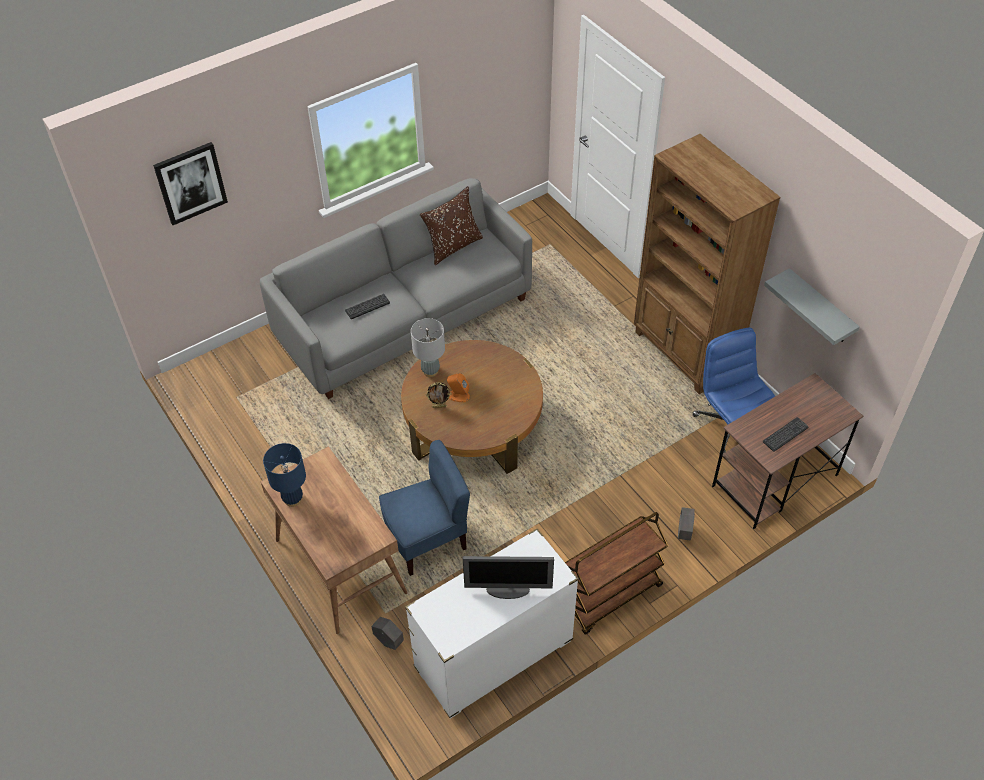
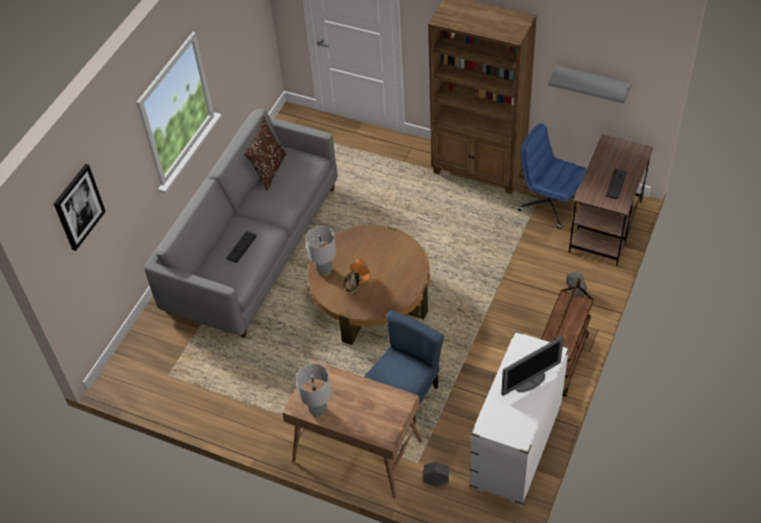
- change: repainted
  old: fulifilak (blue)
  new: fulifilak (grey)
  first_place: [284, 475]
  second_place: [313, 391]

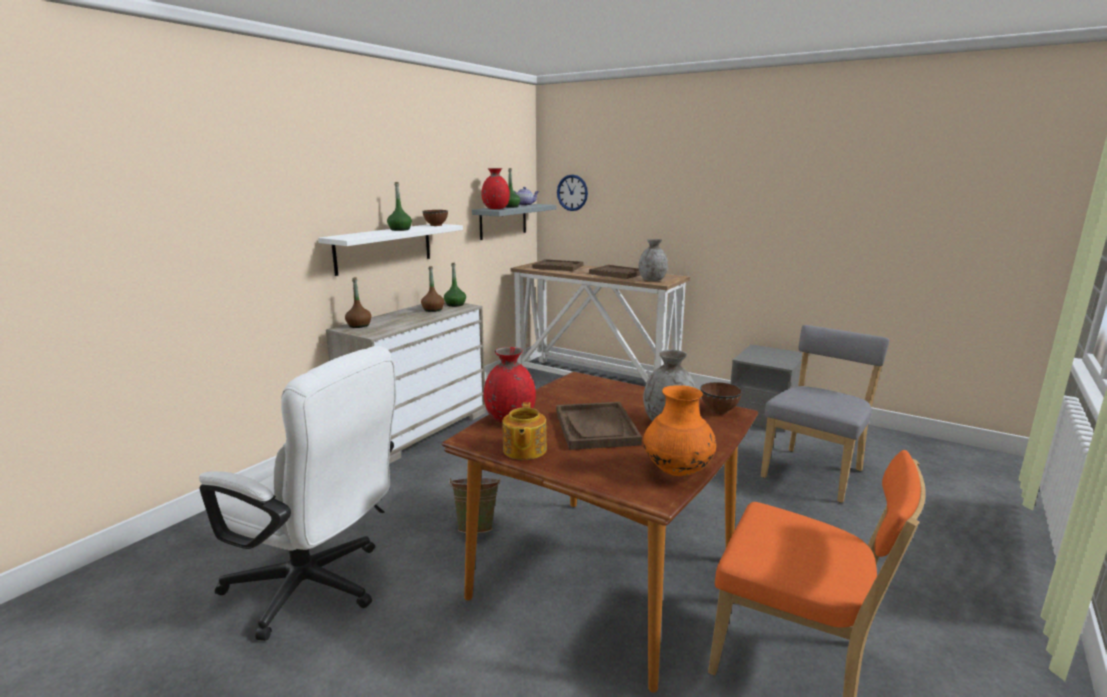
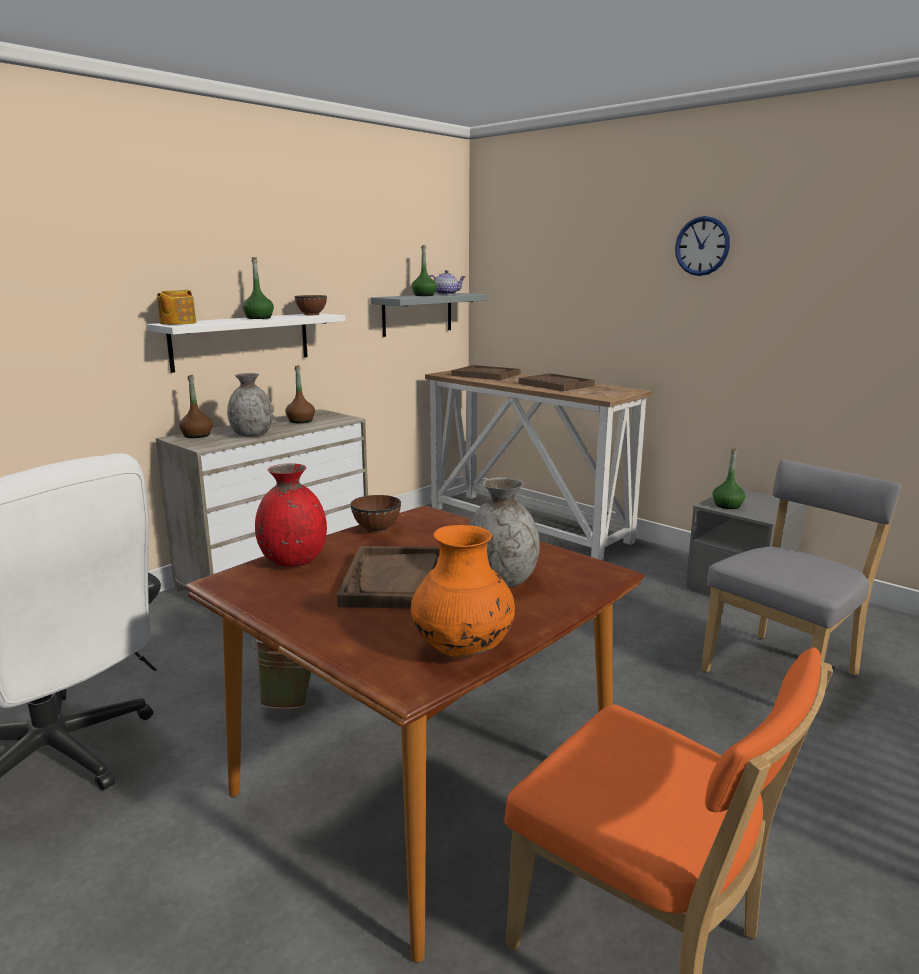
- change: shifted
  old: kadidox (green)
  first_place: [455, 284]
  second_place: [729, 478]
- change: gone
  old: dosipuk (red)
  first_place: [495, 188]
- change: shifted
  old: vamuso
  first_place: [524, 431]
  second_place: [176, 307]
- change: shifted
  old: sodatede
  first_place: [572, 192]
  second_place: [702, 246]
- change: shifted
  old: dosipuk (grey)
  first_place: [653, 260]
  second_place: [250, 405]
- change: shifted
  old: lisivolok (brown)
  first_place: [721, 398]
  second_place: [375, 514]

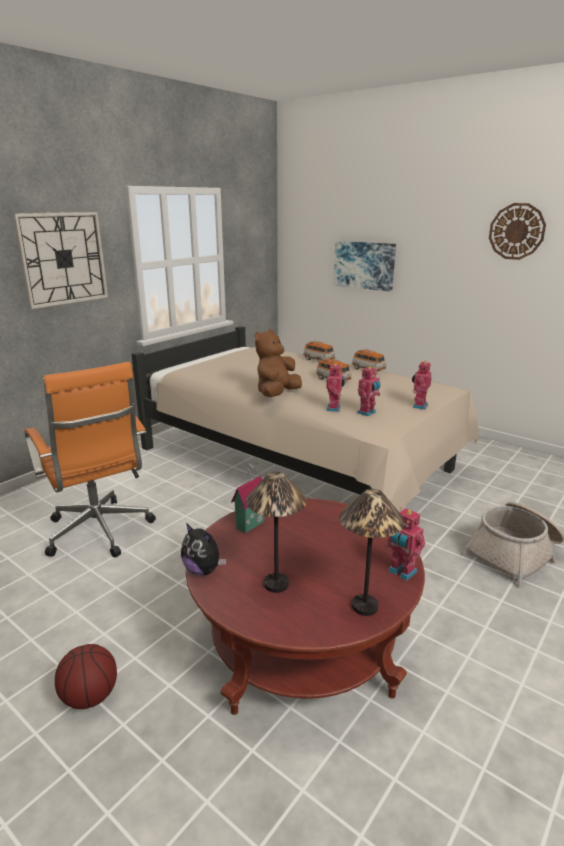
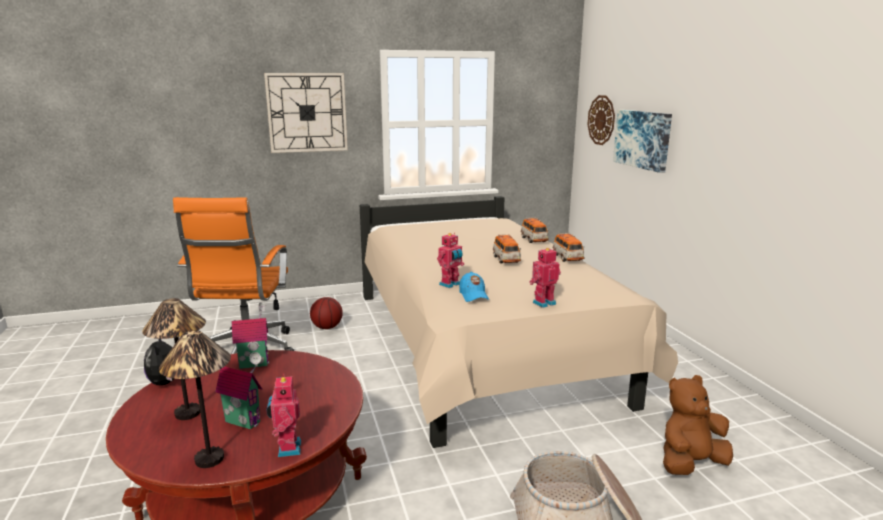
- change: shifted
  old: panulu
  first_place: [86, 676]
  second_place: [326, 313]
- change: shifted
  old: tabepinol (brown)
  first_place: [278, 363]
  second_place: [698, 425]
- change: swapped
  old: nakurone
  new: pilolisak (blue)
  first_place: [369, 391]
  second_place: [474, 287]
- change: shifted
  old: sodatede
  first_place: [517, 231]
  second_place: [601, 120]
- change: new
  new: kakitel
  second_place: [238, 390]

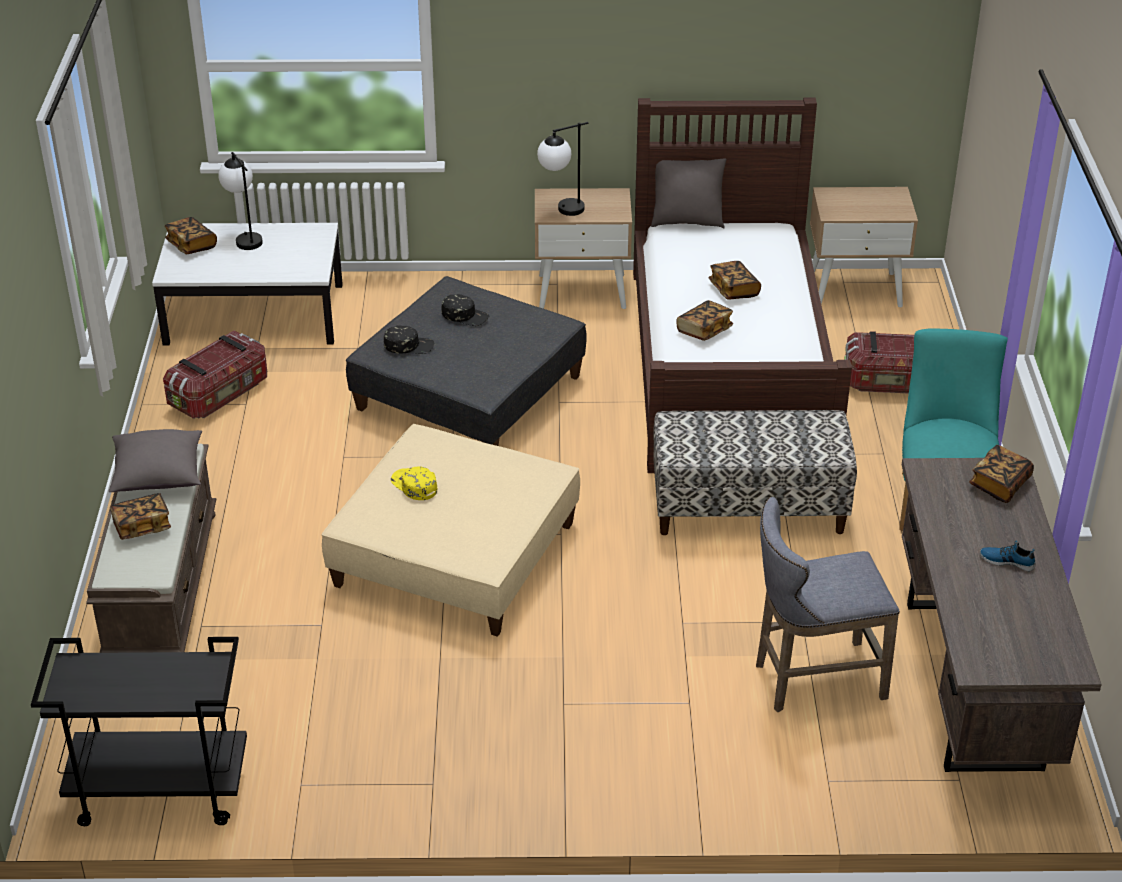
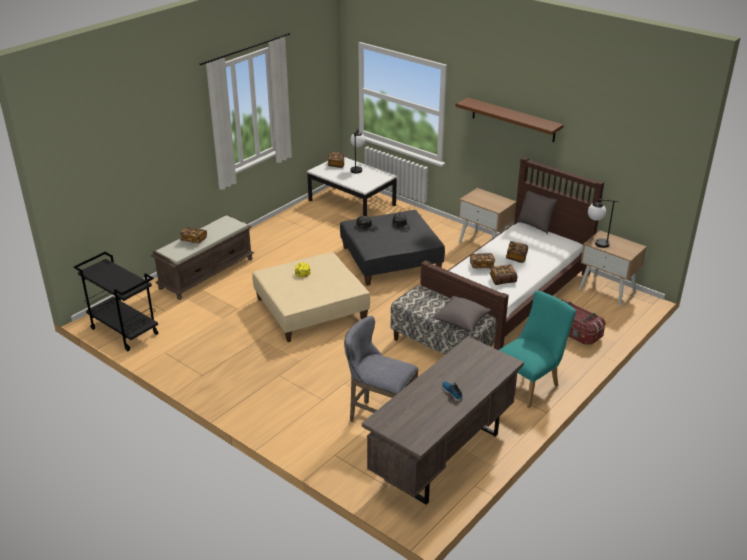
- change: shifted
  old: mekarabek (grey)
  first_place: [155, 460]
  second_place: [461, 314]
- change: gone
  old: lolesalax
  first_place: [215, 375]
- change: shifted
  old: fulifilak
  first_place: [562, 169]
  second_place: [603, 223]
- change: shifted
  old: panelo
  first_place: [1001, 474]
  second_place: [504, 274]
- change: new
  new: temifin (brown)
  second_place: [509, 120]

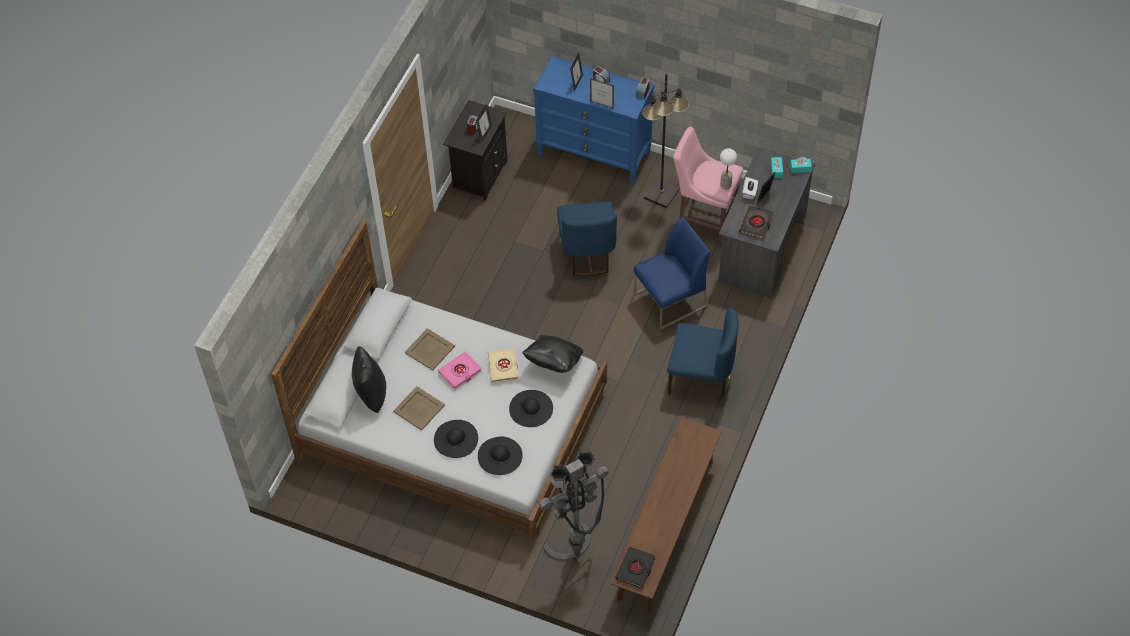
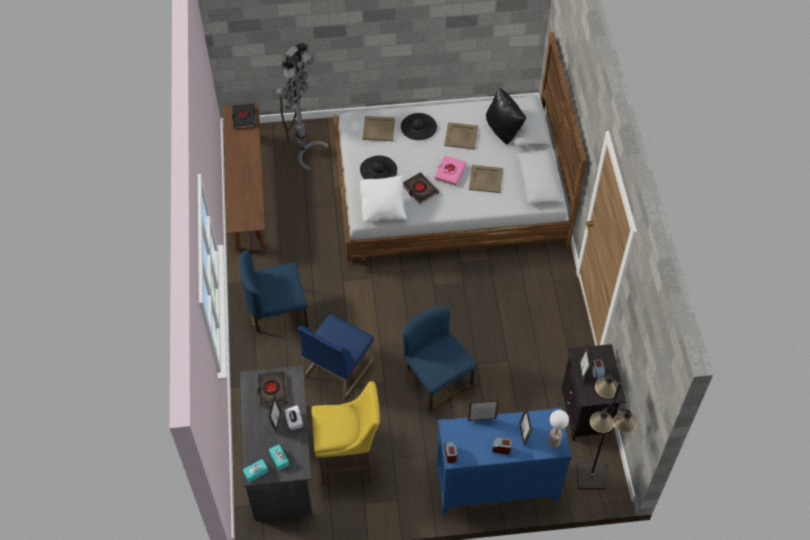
- change: swapped
  old: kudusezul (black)
  new: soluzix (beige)
  first_place: [500, 456]
  second_place: [378, 128]
- change: repainted
  old: panelo (beige)
  new: panelo (black)
  first_place: [503, 366]
  second_place: [421, 188]
- change: repainted
  old: mekarabek (black)
  new: mekarabek (white)
  first_place: [552, 354]
  second_place: [383, 198]
- change: shifted
  old: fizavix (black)
  first_place: [665, 140]
  second_place: [606, 431]
- change: repainted
  old: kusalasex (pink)
  new: kusalasex (yellow)
  first_place: [708, 186]
  second_place: [345, 433]
- change: shifted
  old: fulifilak
  first_place: [728, 168]
  second_place: [558, 429]

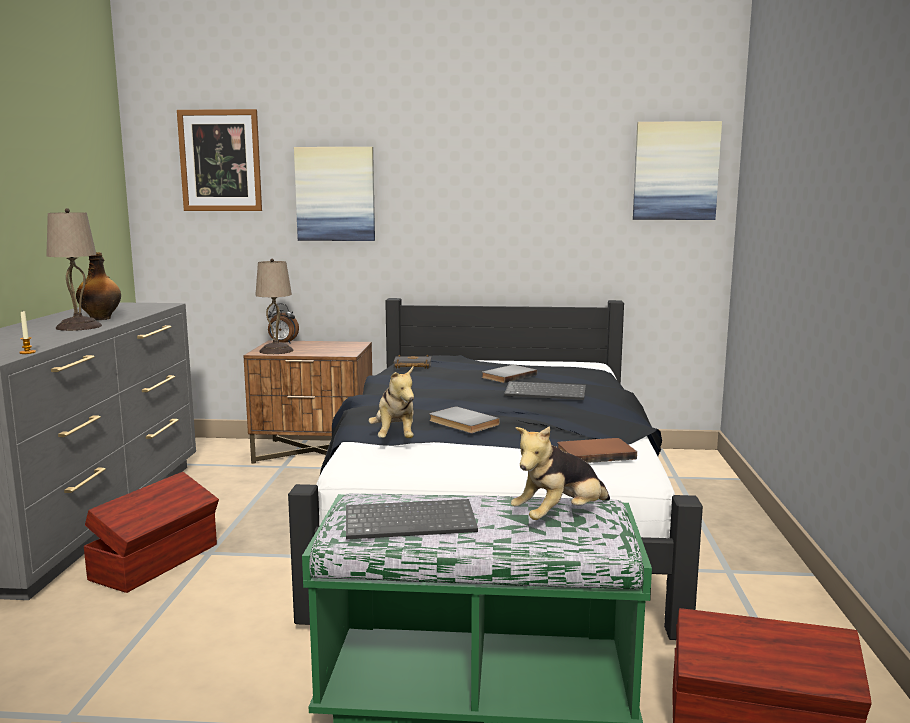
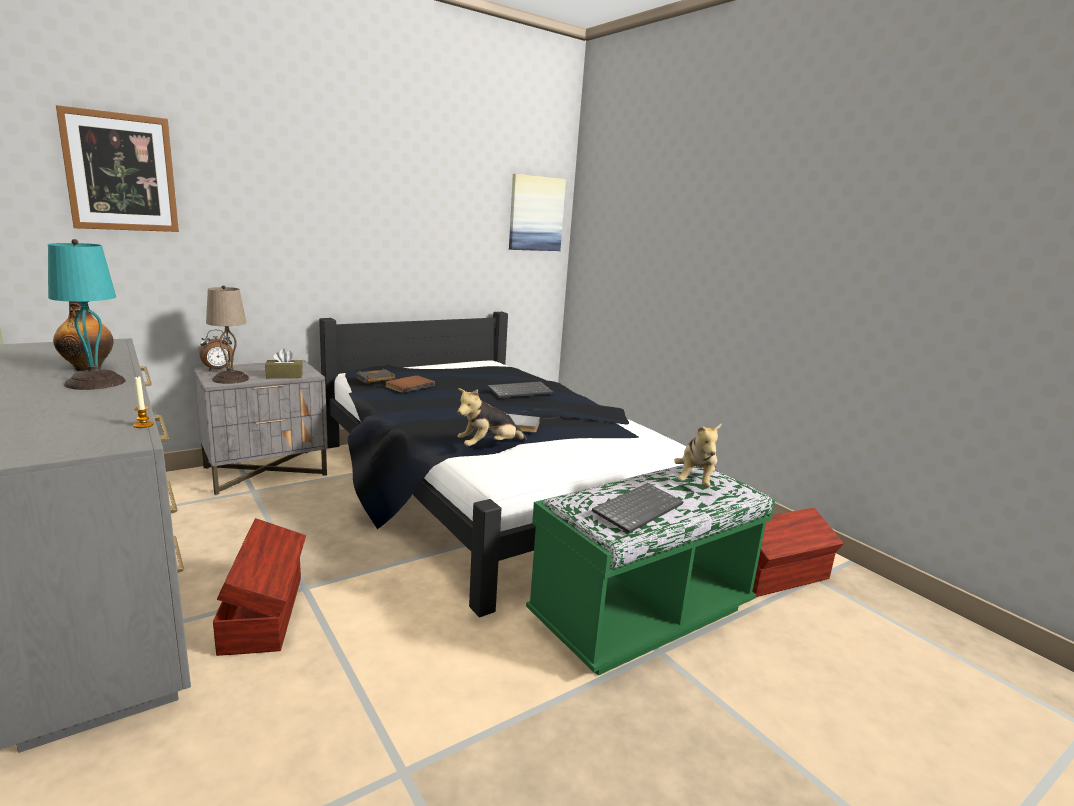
- change: repainted
  old: fulifilak (beige)
  new: fulifilak (turquoise)
  first_place: [74, 269]
  second_place: [87, 314]
- change: repainted
  old: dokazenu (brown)
  new: dokazenu (grey)
  first_place: [307, 402]
  second_place: [260, 427]
- change: gone
  old: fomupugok
  first_place: [334, 194]
- change: rotated
  old: tabepinol
  first_place: [391, 402]
  second_place: [492, 417]
  degrees: 105
- change: gone
  old: panelo (grey)
  first_place: [509, 374]
- change: shifted
  old: panelo (brown)
  first_place: [597, 450]
  second_place: [410, 384]
- change: new
  new: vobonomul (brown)
  second_place: [284, 363]

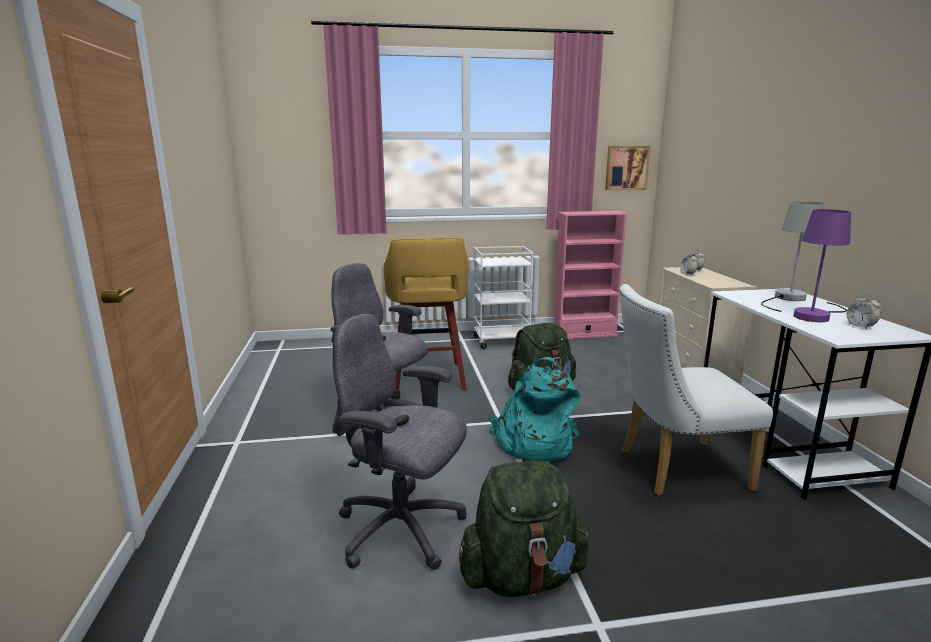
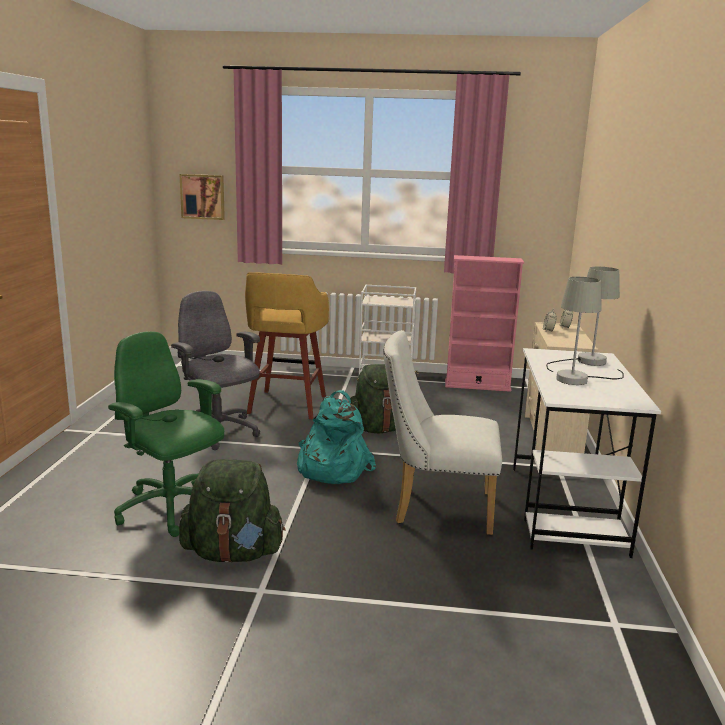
- change: repainted
  old: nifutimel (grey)
  new: nifutimel (green)
  first_place: [399, 442]
  second_place: [166, 434]
- change: shifted
  old: fomupugok
  first_place: [628, 168]
  second_place: [202, 197]
- change: repainted
  old: fulifilak (purple)
  new: fulifilak (grey)
  first_place: [822, 265]
  second_place: [590, 331]
- change: gone
  old: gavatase
  first_place: [863, 311]

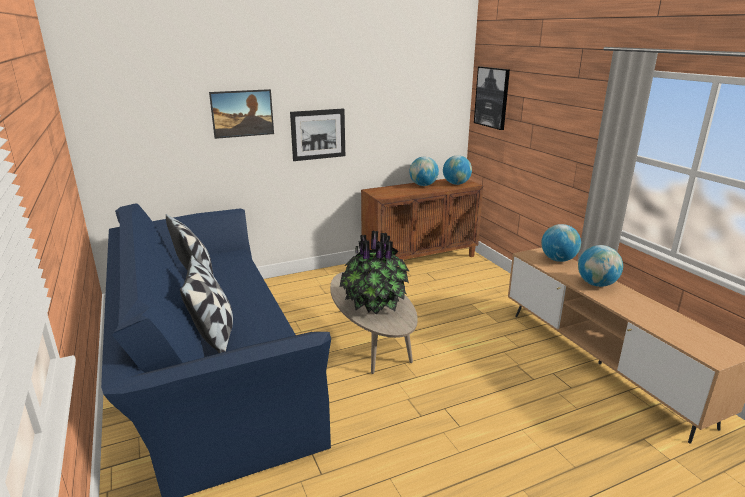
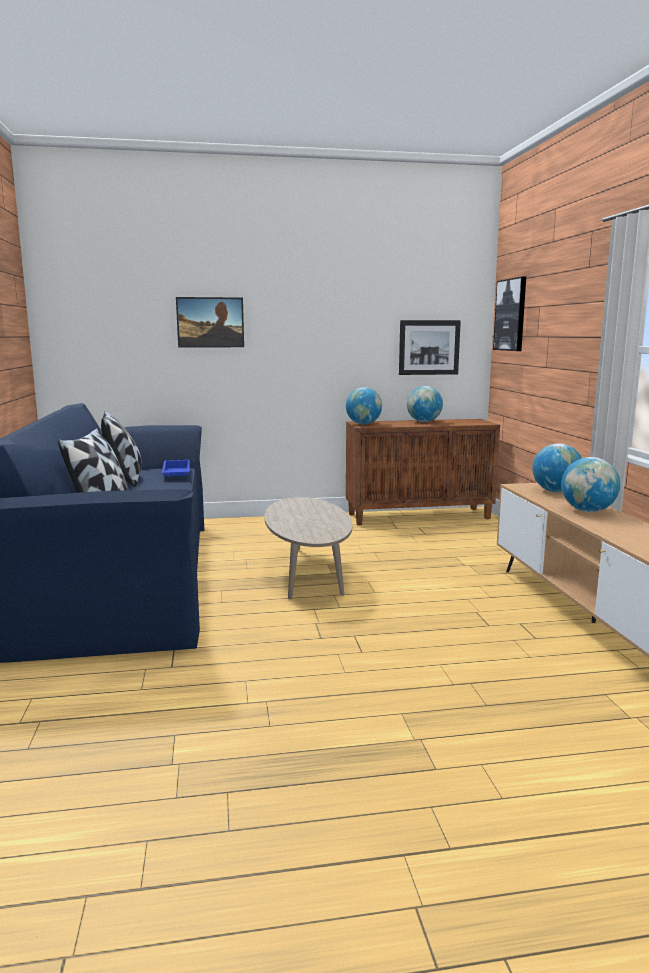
- change: shifted
  old: fomupugok
  first_place: [317, 134]
  second_place: [430, 347]
- change: gone
  old: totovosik
  first_place: [375, 272]
- change: shifted
  old: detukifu
  first_place: [457, 170]
  second_place: [364, 405]
- change: new
  new: soluzix (blue)
  second_place: [175, 468]

